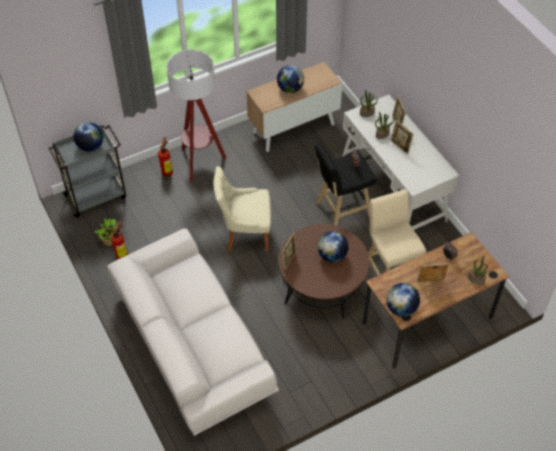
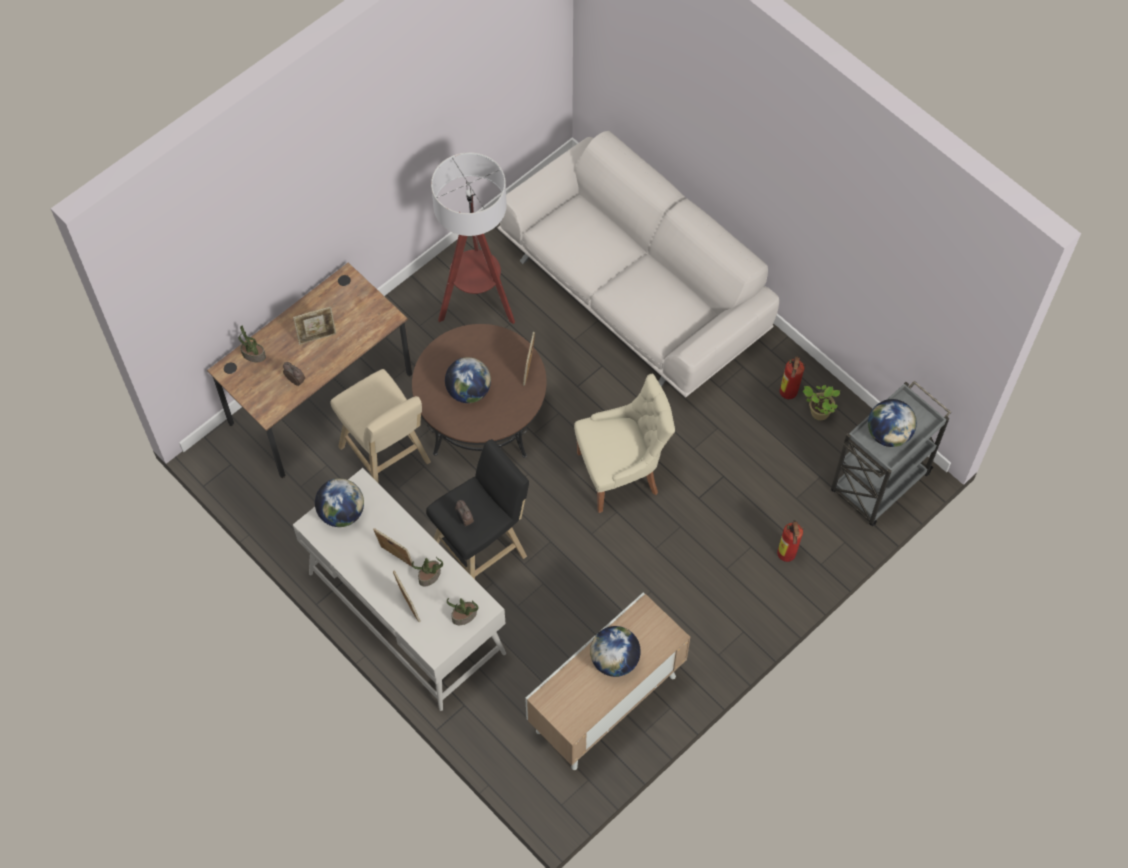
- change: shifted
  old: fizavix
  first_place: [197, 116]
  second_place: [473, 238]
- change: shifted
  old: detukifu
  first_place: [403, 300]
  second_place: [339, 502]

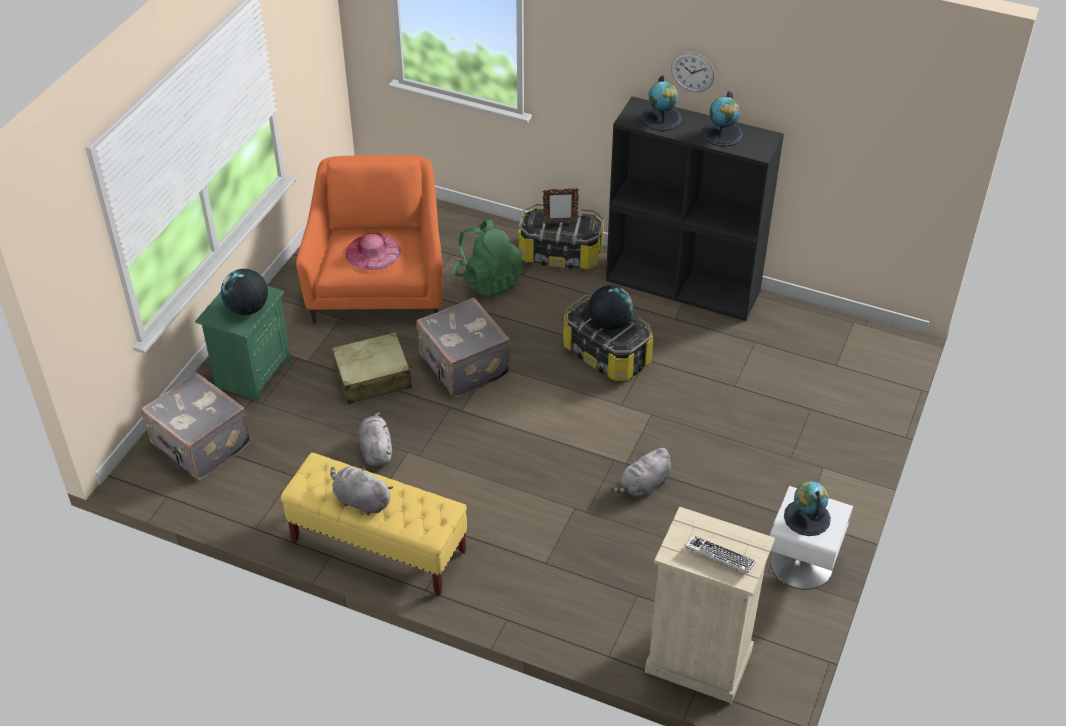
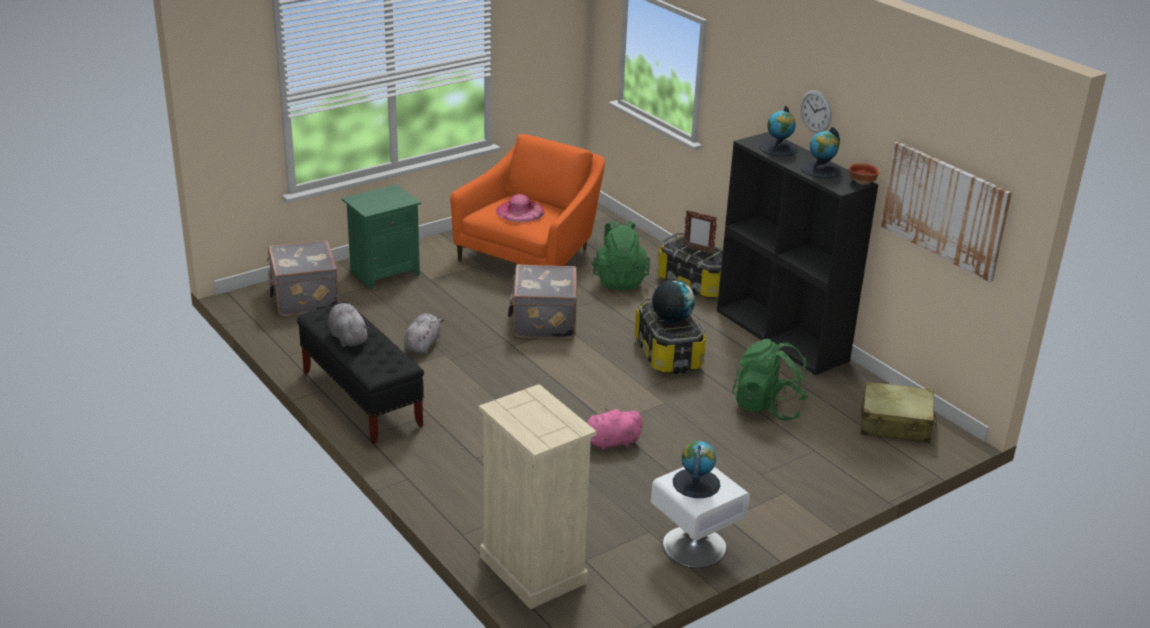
- change: gone
  old: detukifu
  first_place: [244, 292]
- change: repainted
  old: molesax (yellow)
  new: molesax (black)
  first_place: [374, 524]
  second_place: [360, 373]
- change: shifted
  old: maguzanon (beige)
  first_place: [372, 368]
  second_place: [899, 412]
- change: repainted
  old: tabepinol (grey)
  new: tabepinol (pink)
  first_place: [641, 473]
  second_place: [615, 430]
- change: gone
  old: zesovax
  first_place: [720, 554]
- change: new
  new: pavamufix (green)
  second_place: [770, 380]
- change: new
  new: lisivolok
  second_place: [864, 174]
- change: new
  new: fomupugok
  second_place: [946, 211]

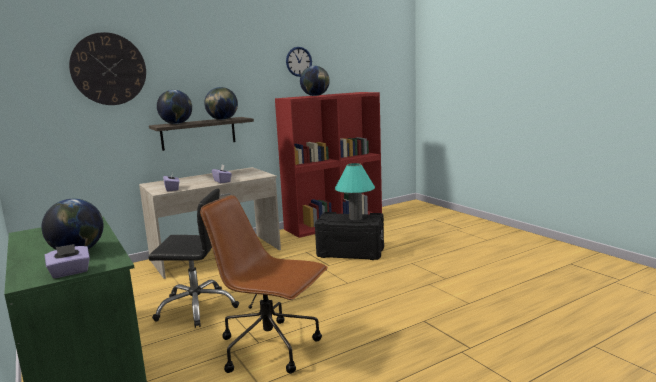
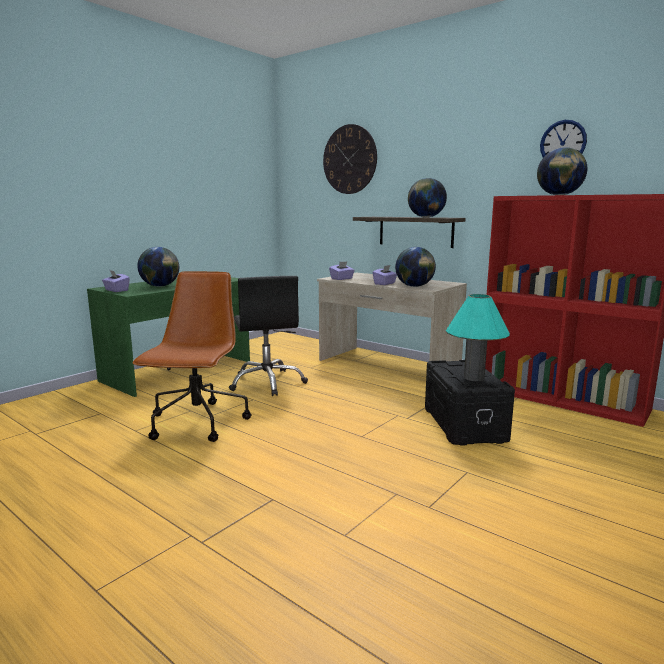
- change: shifted
  old: detukifu
  first_place: [174, 107]
  second_place: [415, 267]

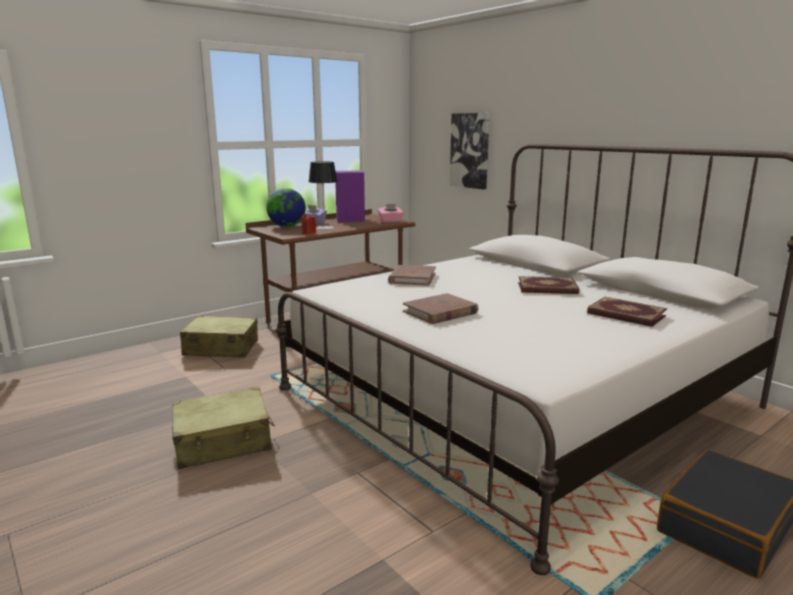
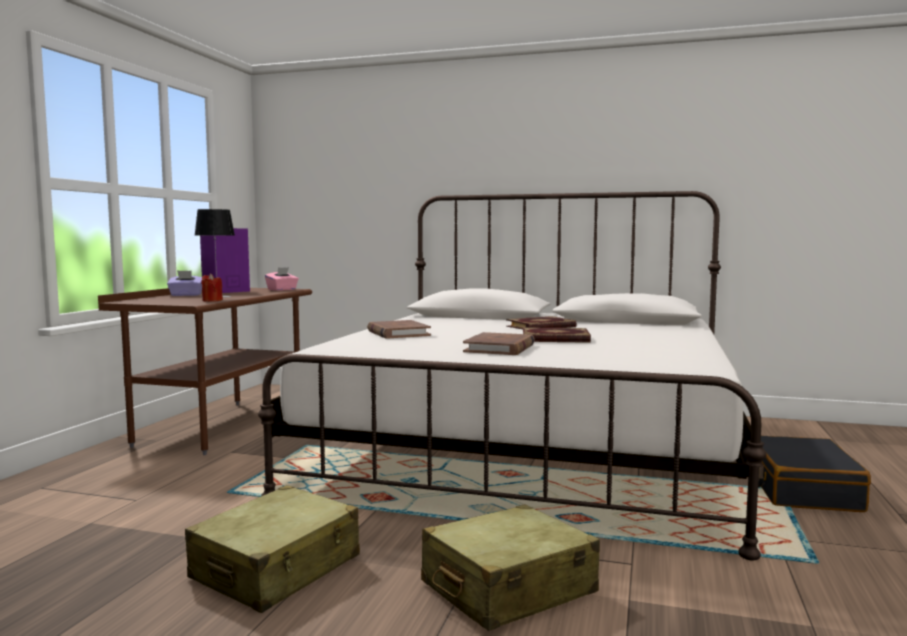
- change: shifted
  old: maguzanon (beige)
  first_place: [219, 336]
  second_place: [510, 567]
- change: gone
  old: detukifu
  first_place: [286, 207]
- change: gone
  old: fomupugok
  first_place: [470, 151]
- change: shifted
  old: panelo
  first_place: [627, 312]
  second_place: [557, 335]

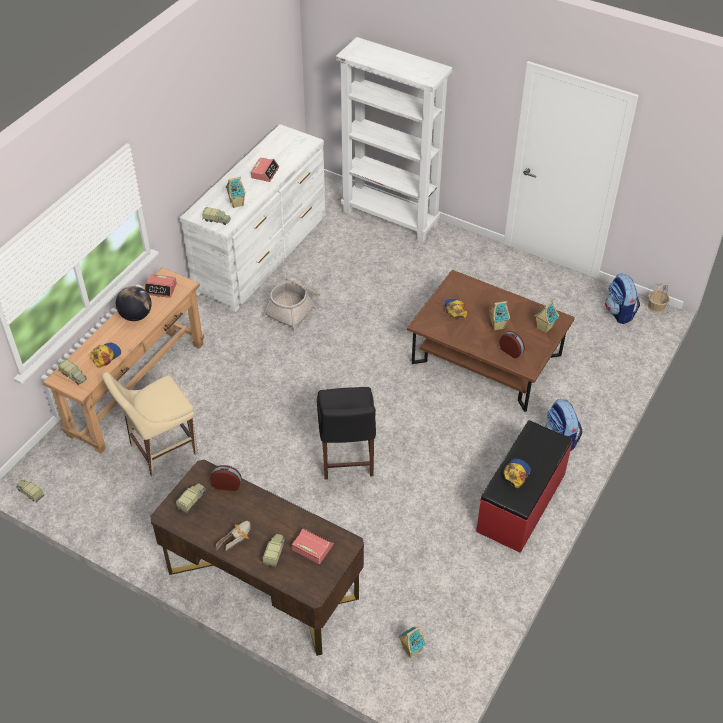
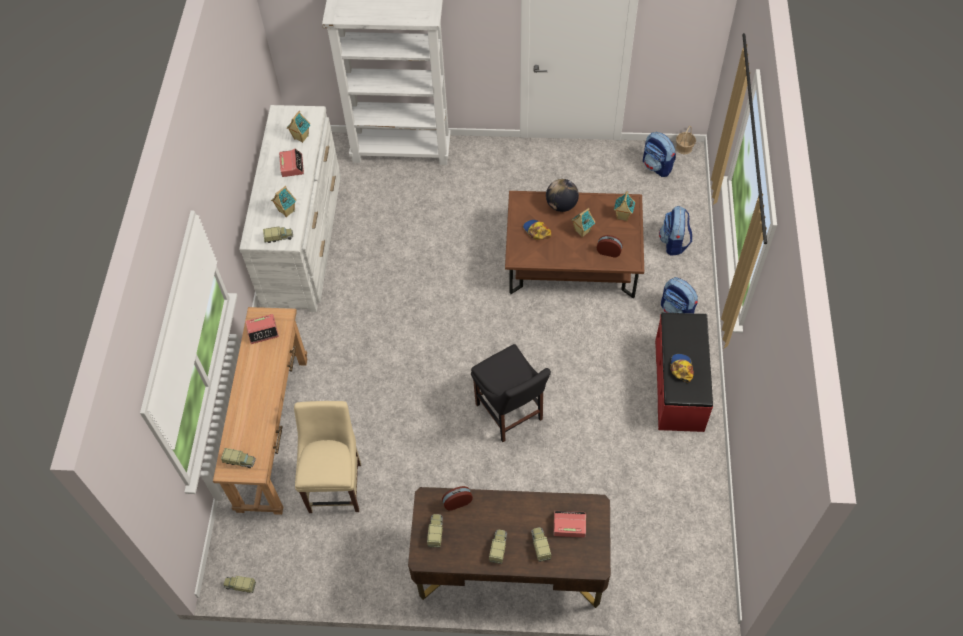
- change: gone
  old: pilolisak
  first_place: [105, 355]
- change: rotated
  old: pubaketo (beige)
  first_place: [150, 424]
  second_place: [327, 457]
  degrees: 150
- change: shifted
  old: detukifu
  first_place: [134, 303]
  second_place: [562, 195]
- change: swapped
  old: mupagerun
  new: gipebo
  first_place: [233, 536]
  second_place: [498, 546]
- change: gone
  old: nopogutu
  first_place: [291, 305]
- change: shifted
  old: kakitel
  first_place: [412, 642]
  second_place: [299, 127]
- change: new
  new: pavamufix
  second_place: [675, 231]

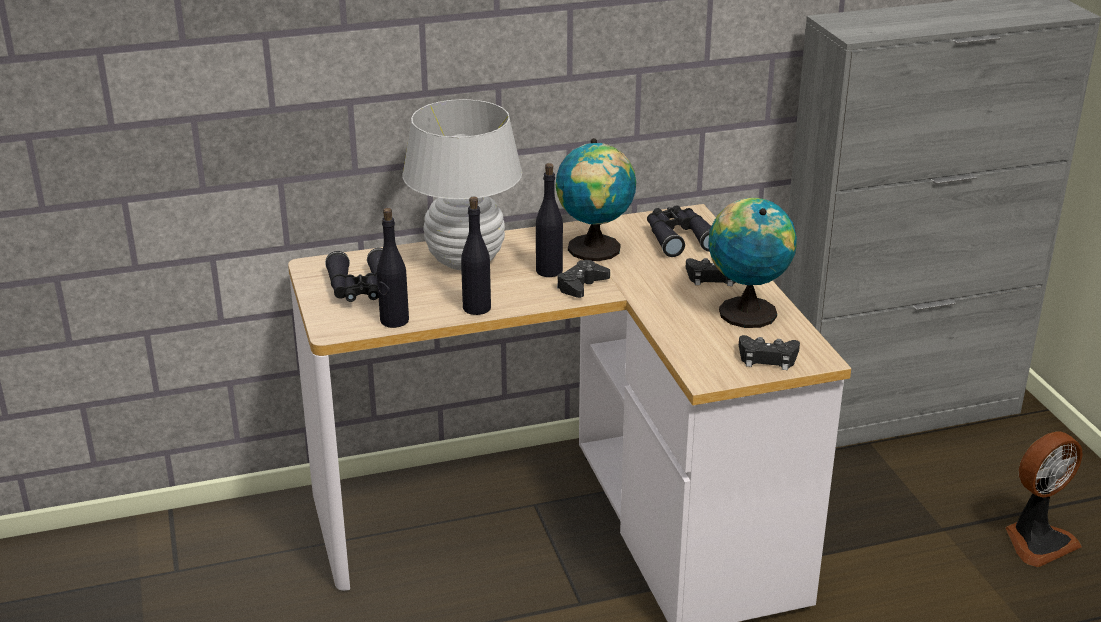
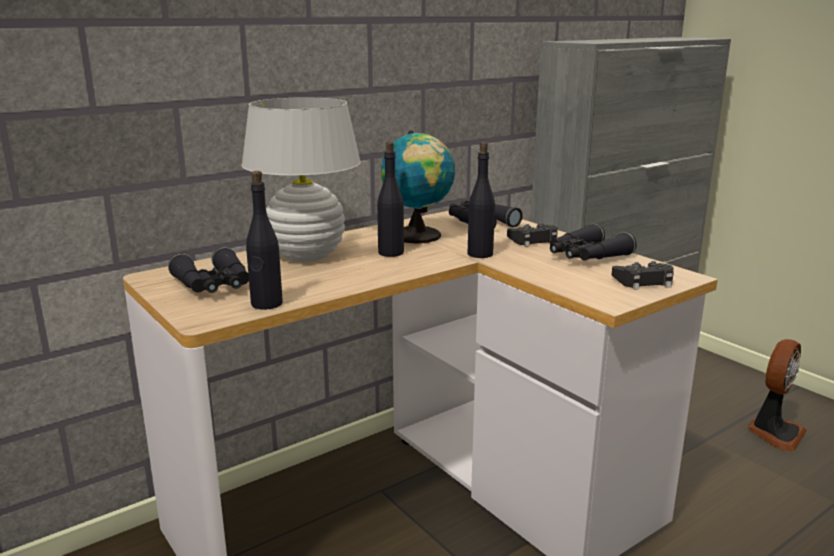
- change: shifted
  old: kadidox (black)
  first_place: [476, 256]
  second_place: [481, 200]
- change: gone
  old: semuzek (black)
  first_place: [583, 279]
- change: swapped
  old: detukifu
  new: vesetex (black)
  first_place: [752, 263]
  second_place: [593, 242]

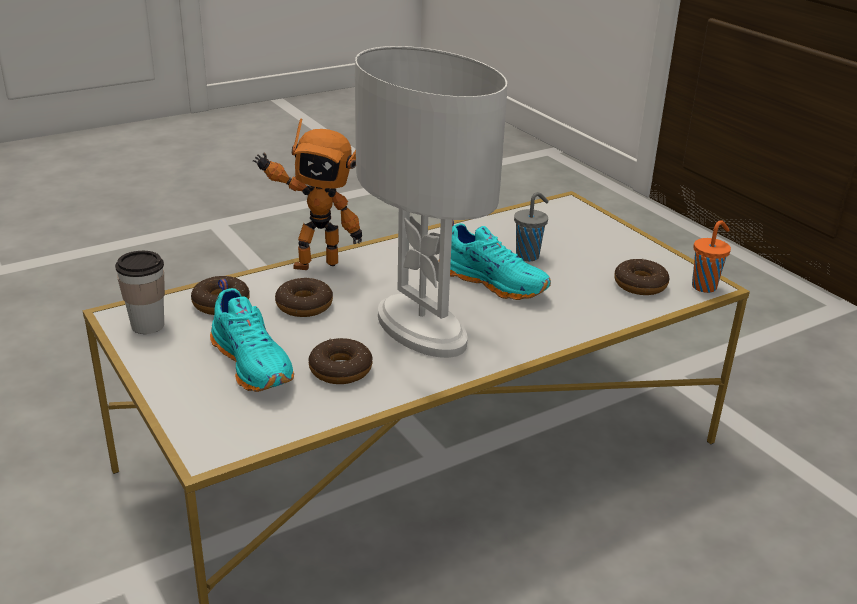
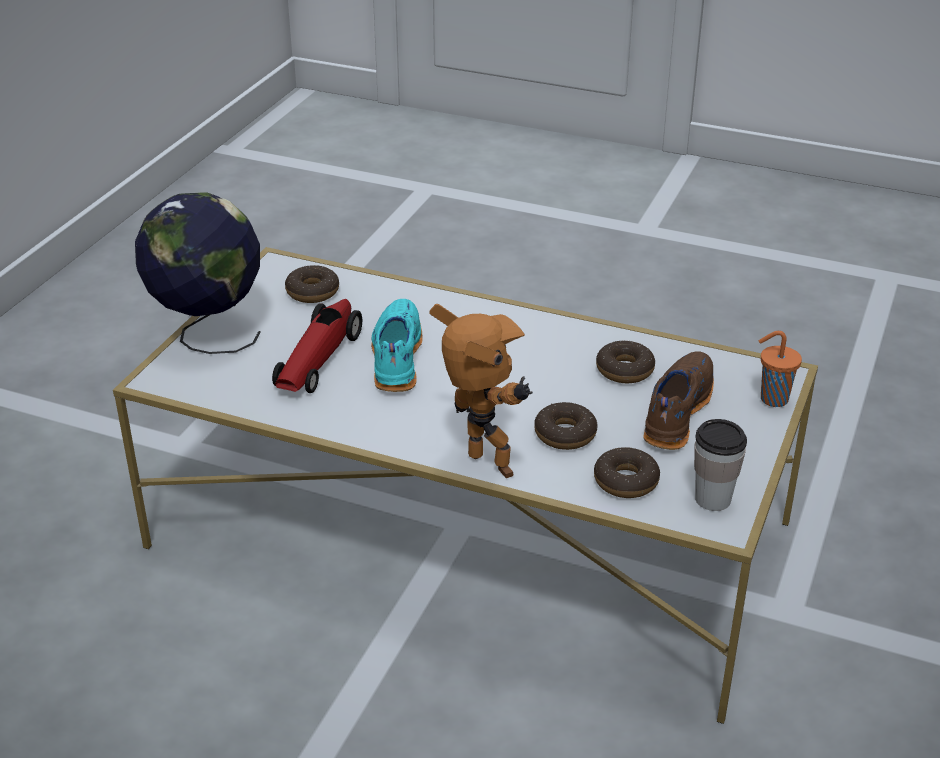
- change: repainted
  old: mupagerun (turquoise)
  new: mupagerun (brown)
  first_place: [252, 335]
  second_place: [678, 400]
- change: gone
  old: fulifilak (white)
  first_place: [431, 202]
- change: swapped
  old: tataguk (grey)
  new: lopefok
  first_place: [531, 226]
  second_place: [317, 346]
- change: shifted
  old: tataguk (orange)
  first_place: [711, 256]
  second_place: [780, 369]
- change: new
  new: detukifu
  second_place: [197, 273]

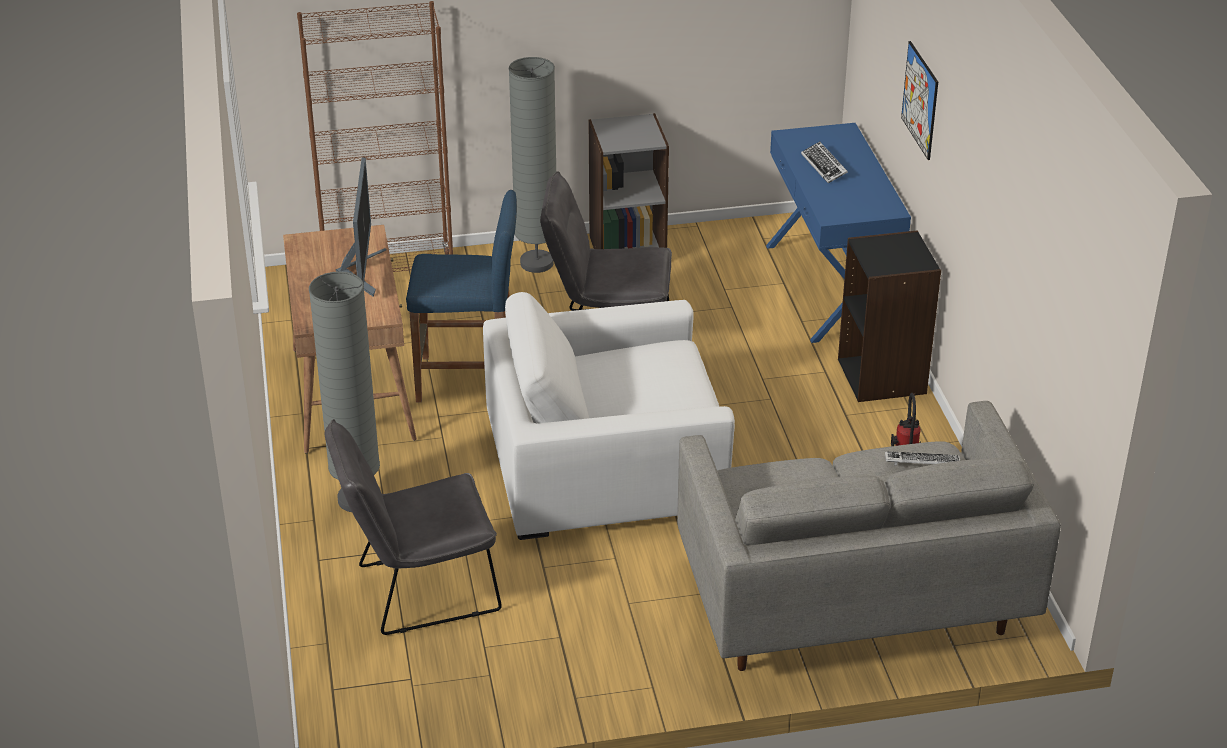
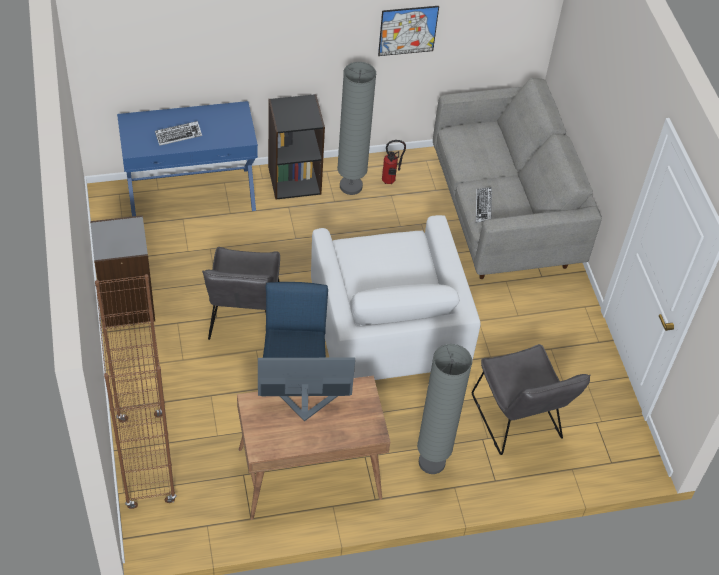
- change: shifted
  old: fizavix (grey)
  first_place: [532, 165]
  second_place: [356, 128]
- change: shifted
  old: zesovax
  first_place: [922, 458]
  second_place: [484, 205]
- change: shifted
  old: fomupugok
  first_place: [919, 100]
  second_place: [408, 31]

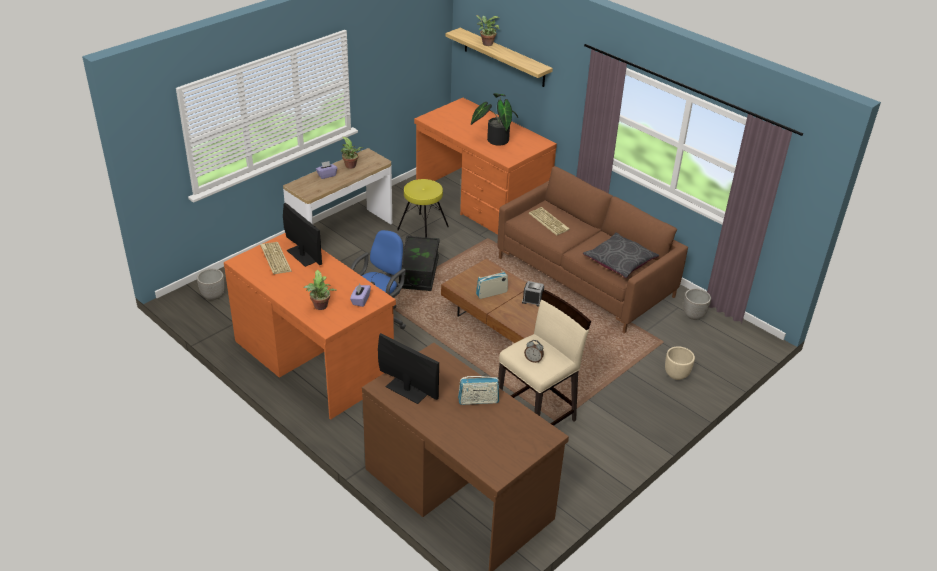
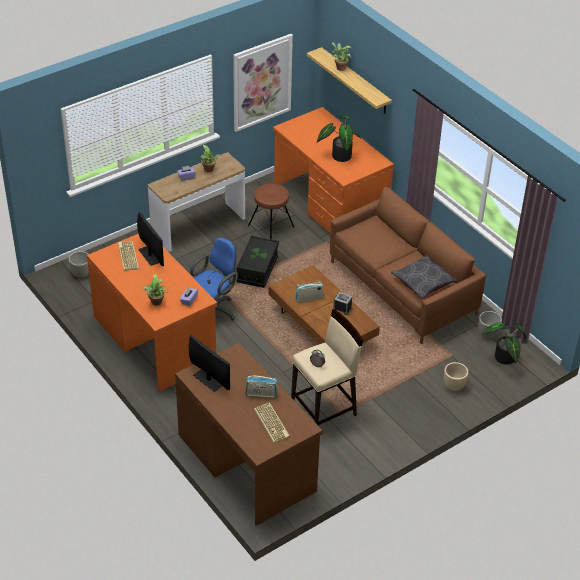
- change: repainted
  old: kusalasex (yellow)
  new: kusalasex (brown)
  first_place: [423, 208]
  second_place: [271, 212]
- change: shifted
  old: zesovax
  first_place: [549, 221]
  second_place: [272, 422]
- change: new
  new: fomupugok
  second_place: [263, 83]
- change: new
  new: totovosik
  second_place: [504, 343]

